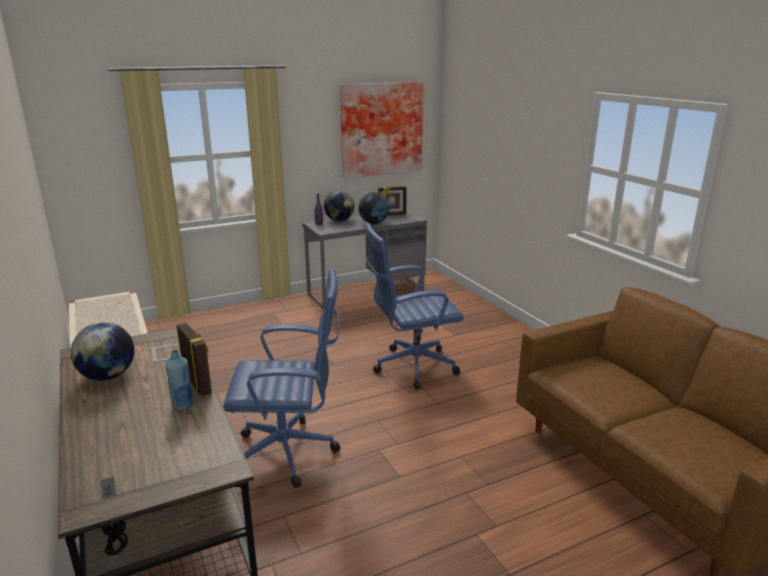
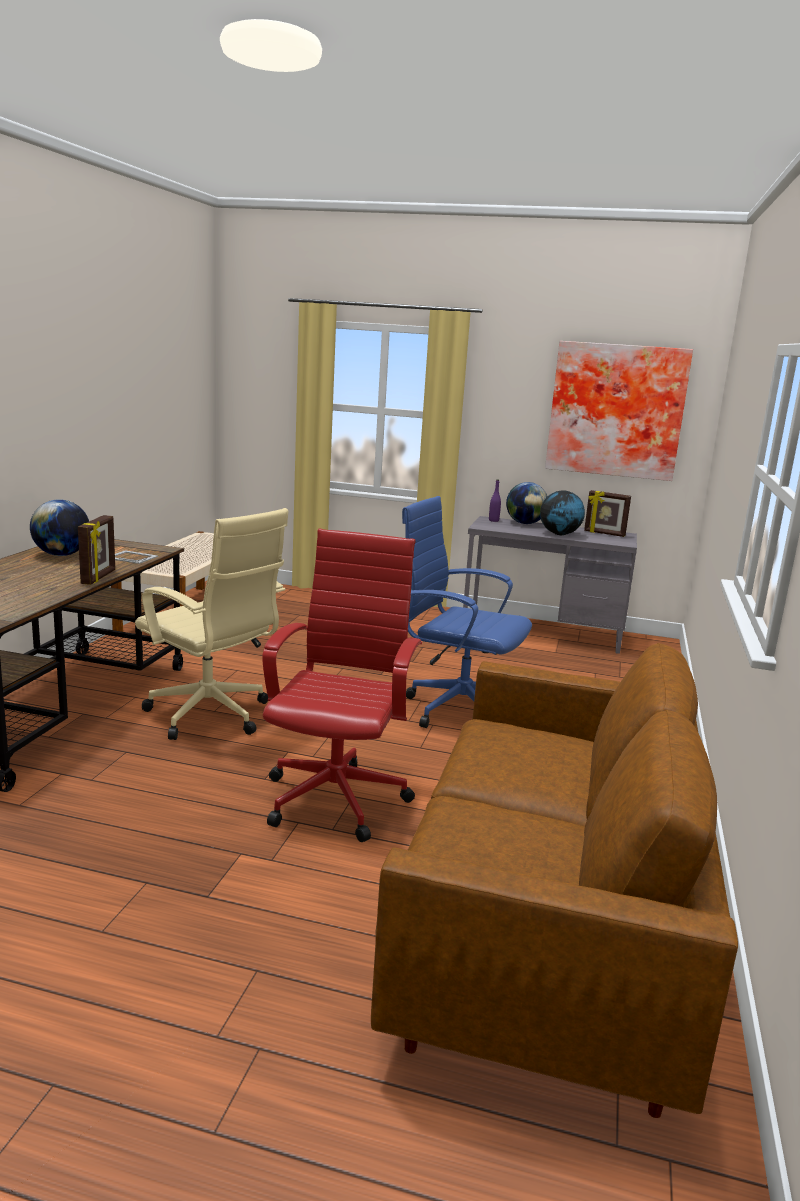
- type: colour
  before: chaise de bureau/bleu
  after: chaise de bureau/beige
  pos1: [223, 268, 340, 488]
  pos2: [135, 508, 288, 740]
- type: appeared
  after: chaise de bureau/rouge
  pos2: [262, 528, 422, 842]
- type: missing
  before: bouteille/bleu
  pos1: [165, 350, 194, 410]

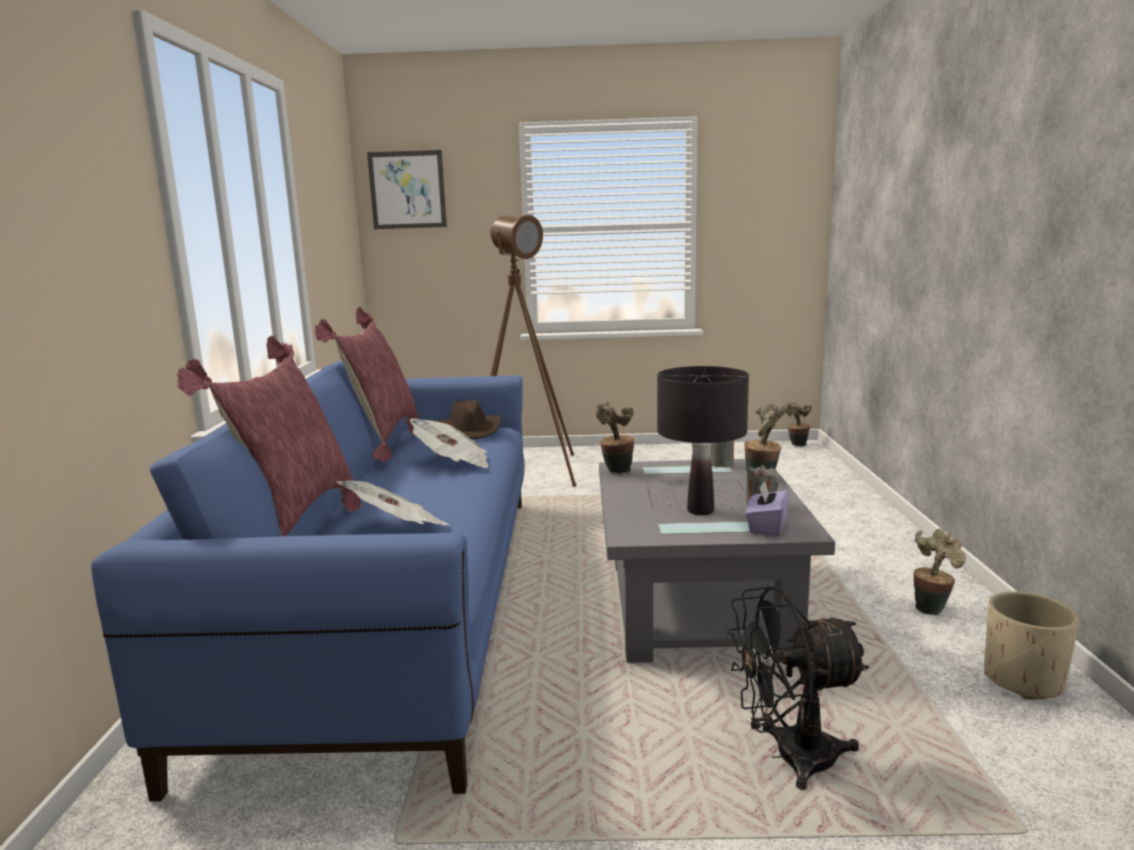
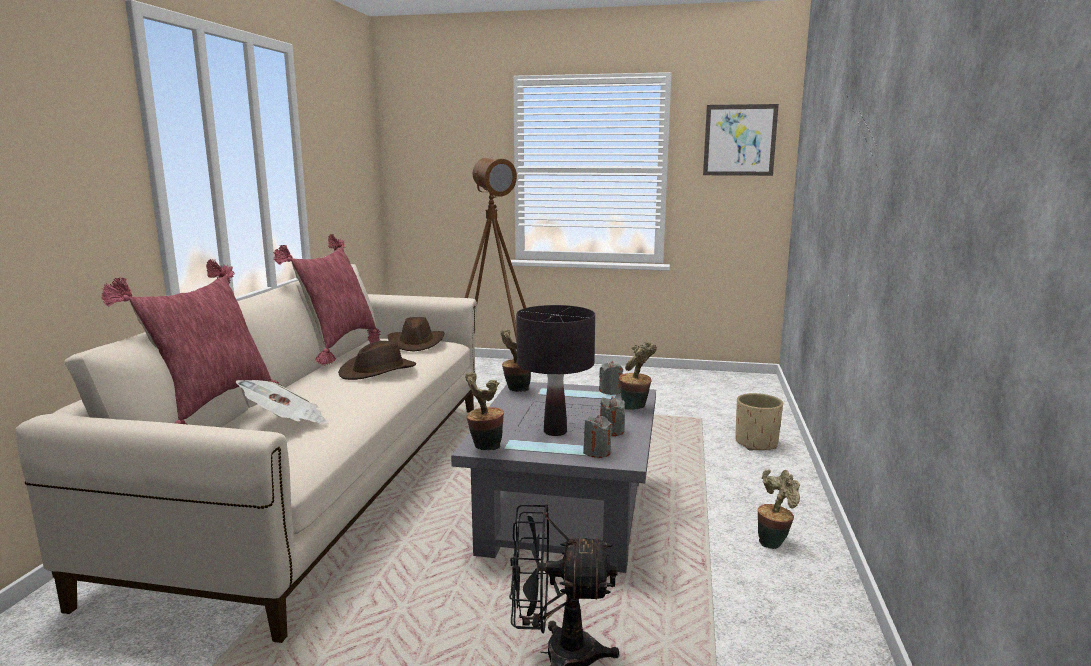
- type: colour
  before: canapé/bleu
  after: canapé/beige
  pos1: [91, 360, 525, 801]
  pos2: [15, 264, 477, 643]
- type: exchanged
  before: journal
  after: chapeau/marron
  pos1: [410, 419, 488, 468]
  pos2: [338, 341, 417, 380]
- type: relocated
  before: plante en pot
  pos1: [785, 402, 812, 446]
  pos2: [465, 372, 504, 451]
- type: exchanged
  before: boîte à mouchoirs/violet
  after: bougie/gris
  pos1: [745, 480, 790, 537]
  pos2: [583, 415, 613, 458]
- type: relocated
  before: tableau
  pos1: [367, 150, 447, 229]
  pos2: [703, 104, 779, 176]
- type: relocated
  before: cache-pot/beige
  pos1: [984, 591, 1079, 700]
  pos2: [735, 393, 783, 450]

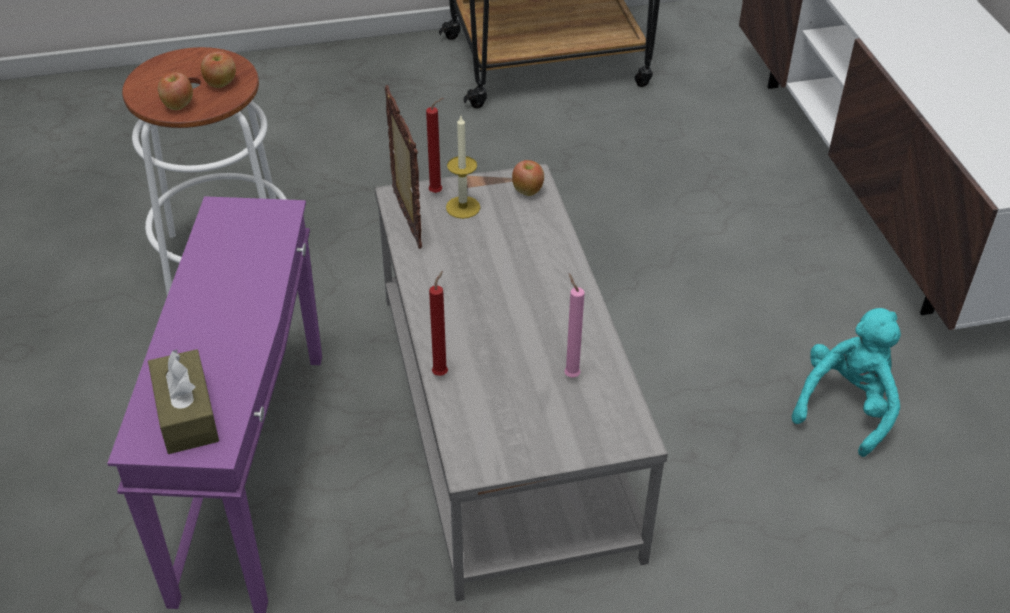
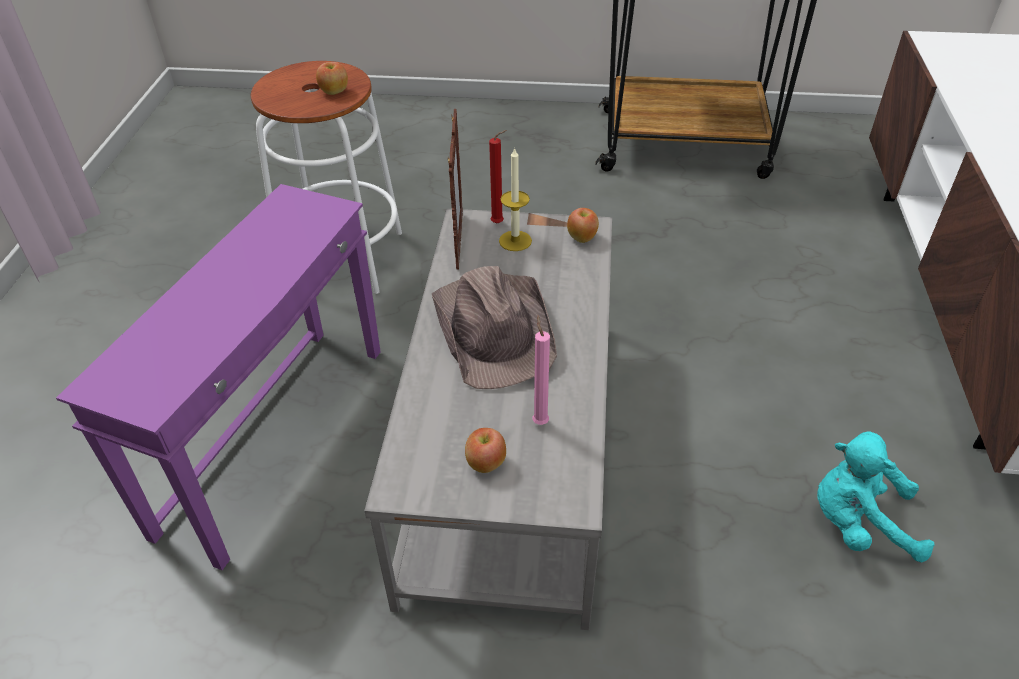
- type: appeared
  after: chapeau/marron
  pos2: [432, 266, 557, 389]
- type: relocated
  before: pomme
  pos1: [158, 73, 193, 110]
  pos2: [465, 428, 506, 473]
- type: spun
  before: peluche/turquoise
  pos1: [792, 308, 901, 457]
  pos2: [817, 431, 934, 563]
  turn: -135
- type: missing
  before: boîte à mouchoirs/marron
  pos1: [148, 349, 219, 454]
- type: missing
  before: bougie/rouge
  pos1: [429, 271, 448, 376]

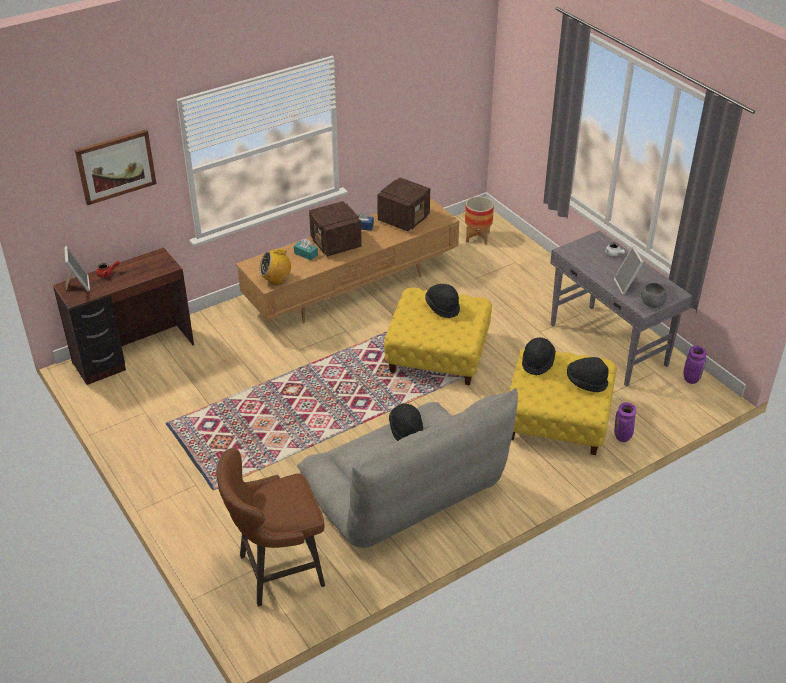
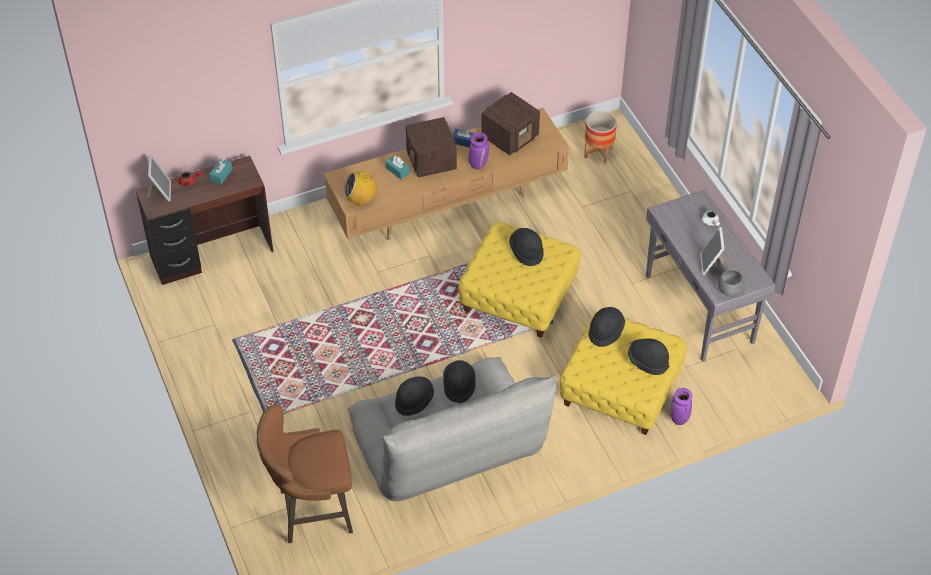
- type: appeared
  after: boîte à mouchoirs/turquoise
  pos2: [209, 159, 232, 185]
- type: appeared
  after: chapeau/noir
  pos2: [395, 376, 434, 416]
- type: relocated
  before: vase/violet
  pos1: [683, 346, 706, 384]
  pos2: [469, 132, 489, 169]
- type: missing
  before: tableau
  pos1: [75, 130, 157, 205]

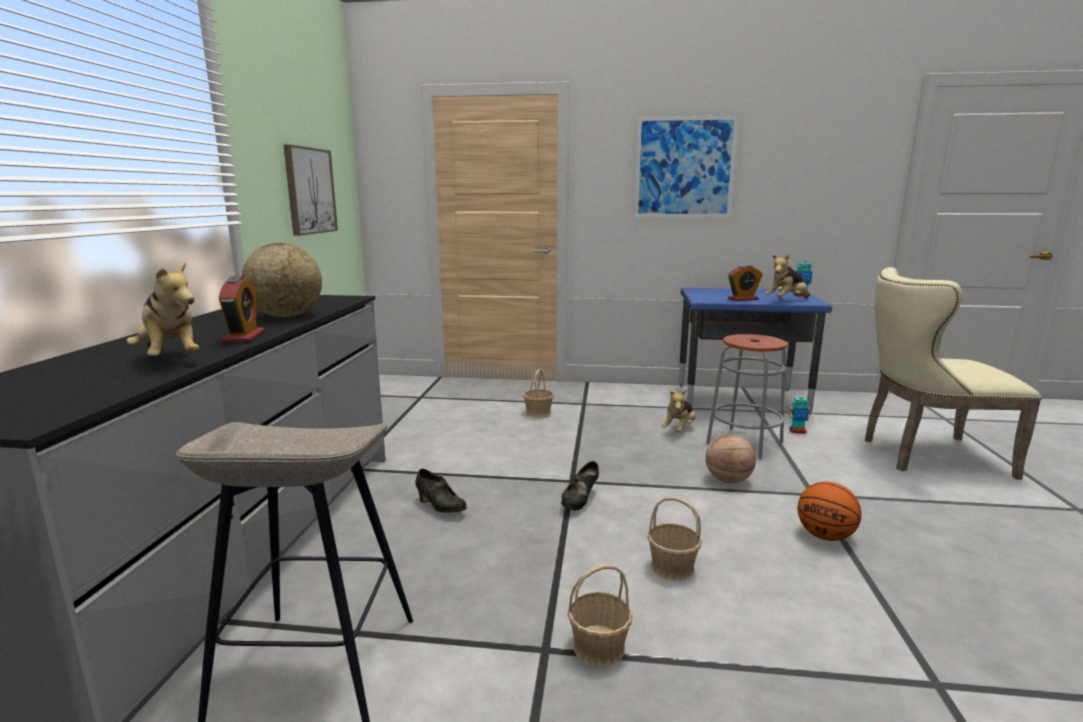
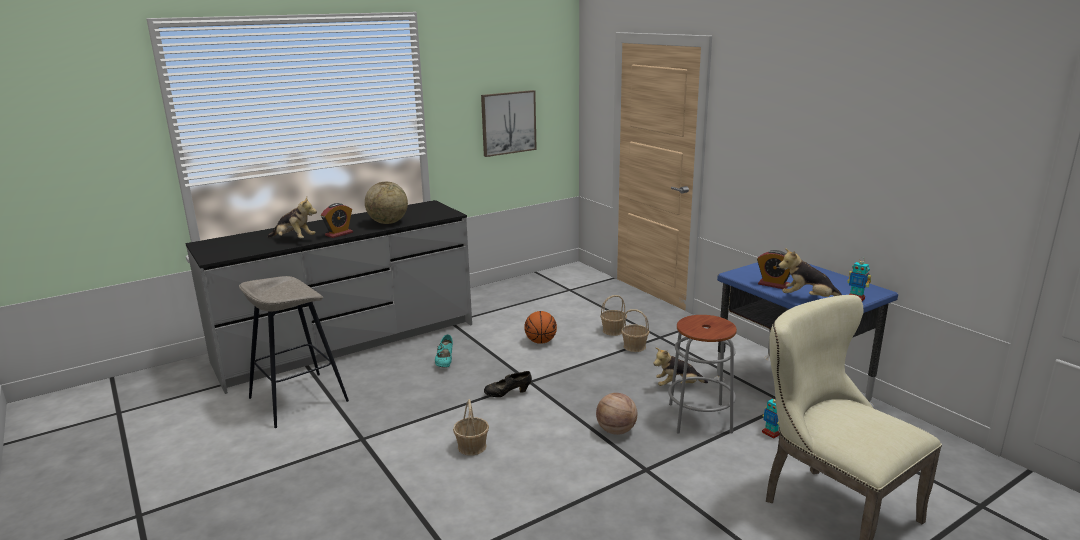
- type: spun
  before: peluche
  pos1: [127, 262, 199, 356]
  pos2: [268, 197, 317, 238]
  turn: -75
- type: colour
  before: chaussure/noir
  after: chaussure/turquoise
  pos1: [415, 469, 467, 513]
  pos2: [435, 334, 453, 368]
- type: relocated
  before: ballon de basket
  pos1: [797, 481, 862, 541]
  pos2: [524, 311, 557, 344]
- type: relocated
  before: panier
  pos1: [567, 564, 633, 667]
  pos2: [621, 309, 649, 352]
- type: missing
  before: tableau
  pos1: [634, 115, 739, 218]

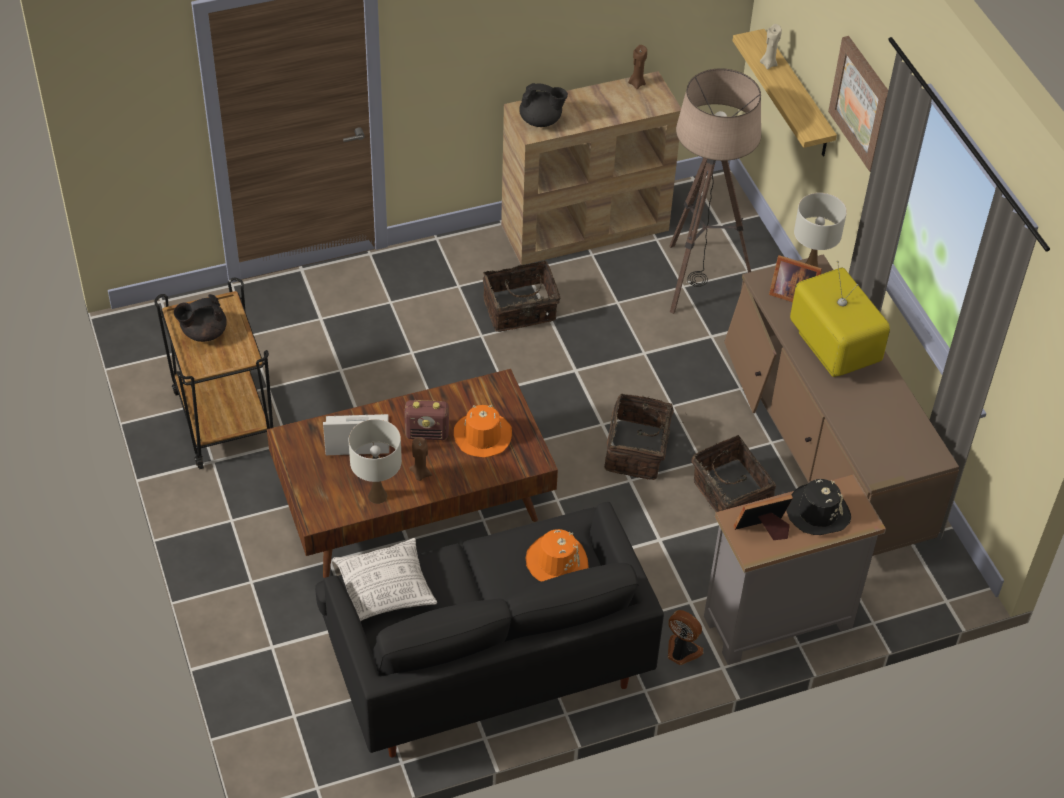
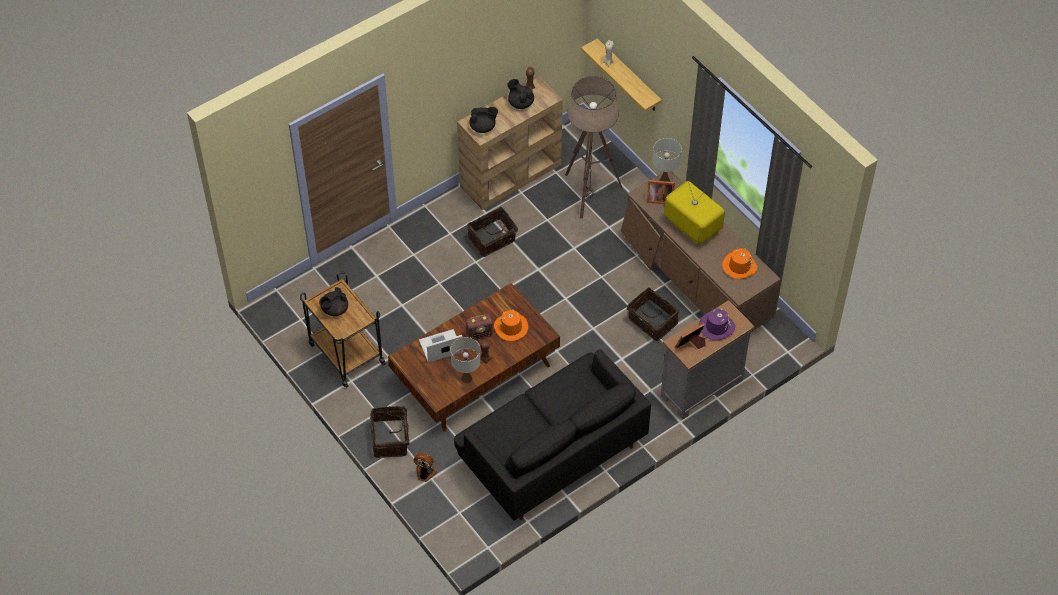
- type: relocated
  before: panier
  pos1: [604, 393, 683, 480]
  pos2: [370, 406, 415, 458]
- type: relocated
  before: ventilateur
  pos1: [668, 610, 703, 665]
  pos2: [414, 453, 437, 482]
- type: appeared
  after: théière/noir
  pos2: [507, 79, 534, 109]
- type: colour
  before: chapeau/noir
  after: chapeau/violet
  pos1: [786, 479, 851, 535]
  pos2: [699, 309, 735, 340]
- type: relocated
  before: chapeau/orange
  pos1: [526, 529, 589, 582]
  pos2: [722, 248, 757, 279]
- type: missing
  before: coussin
  pos1: [333, 538, 437, 621]
- type: missing
  before: tableau
  pos1: [828, 36, 888, 172]

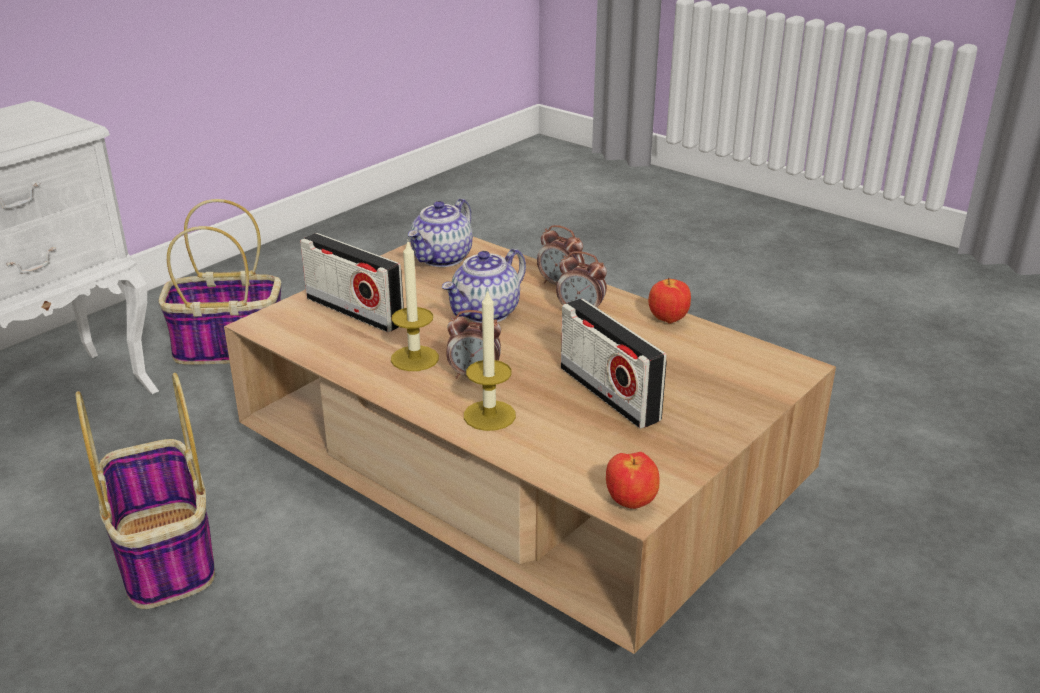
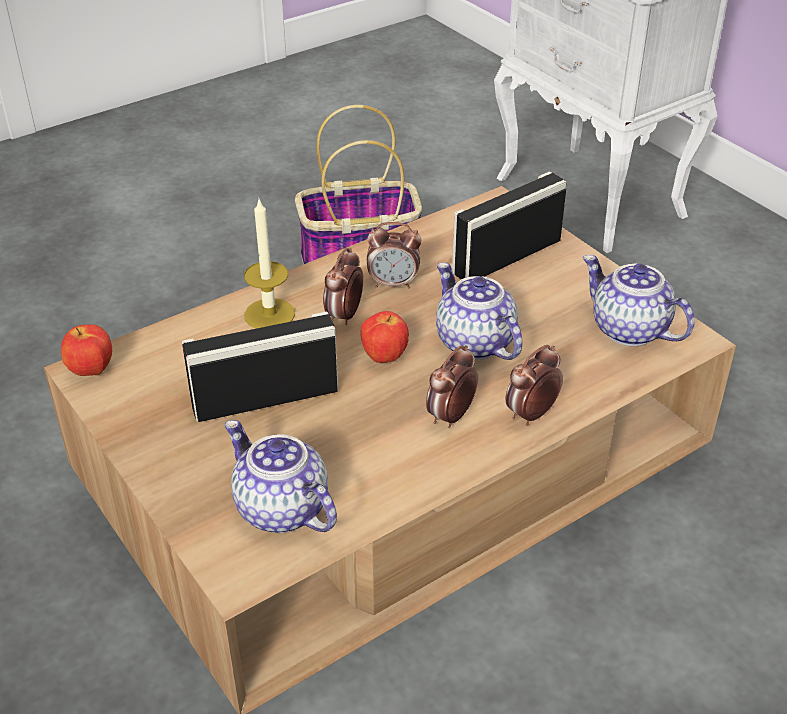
- type: appeared
  after: théière
  pos2: [225, 420, 337, 533]
- type: relocated
  before: pomme
  pos1: [648, 278, 691, 324]
  pos2: [361, 311, 409, 363]
- type: exchanged
  before: bougie
  after: réveil
  pos1: [391, 239, 439, 371]
  pos2: [367, 222, 421, 289]
- type: missing
  before: panier
  pos1: [159, 199, 281, 365]

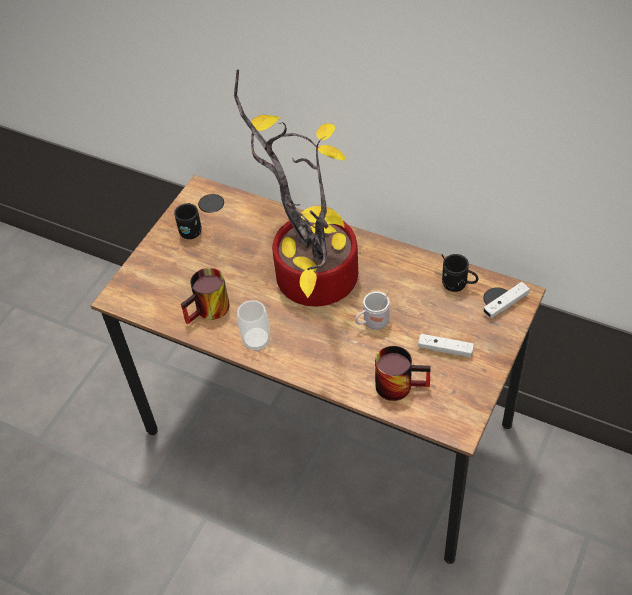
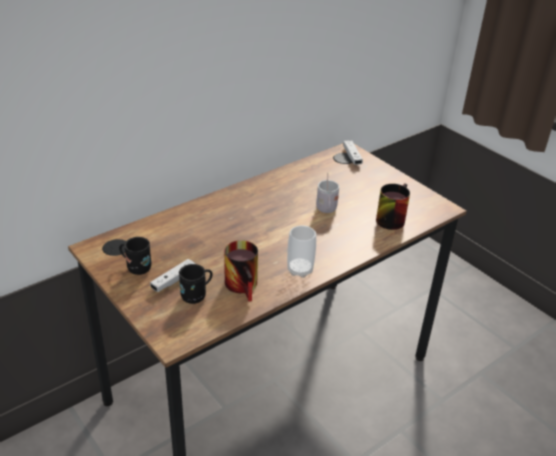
- type: relocated
  before: manette/blanc
  pos1: [418, 334, 474, 357]
  pos2: [150, 259, 196, 292]
- type: relocated
  before: mug/noir
  pos1: [441, 254, 478, 292]
  pos2: [179, 264, 213, 304]
- type: missing
  before: plante en pot
  pos1: [234, 69, 358, 307]

